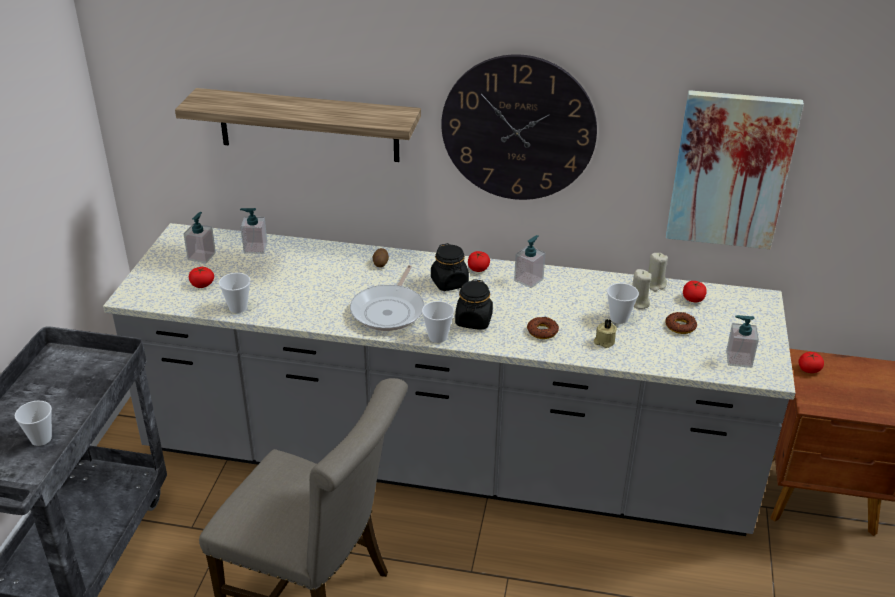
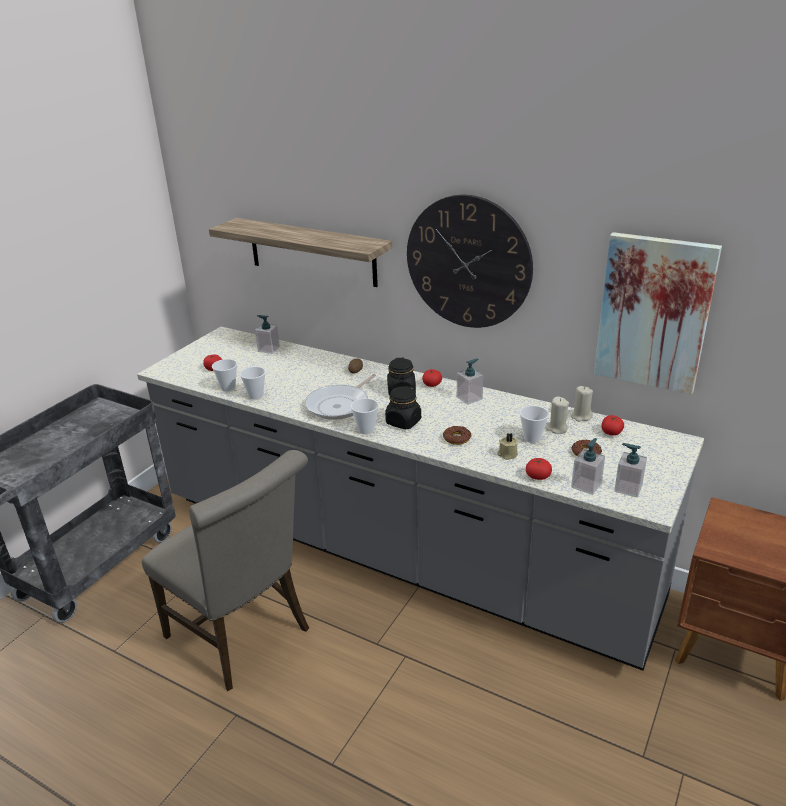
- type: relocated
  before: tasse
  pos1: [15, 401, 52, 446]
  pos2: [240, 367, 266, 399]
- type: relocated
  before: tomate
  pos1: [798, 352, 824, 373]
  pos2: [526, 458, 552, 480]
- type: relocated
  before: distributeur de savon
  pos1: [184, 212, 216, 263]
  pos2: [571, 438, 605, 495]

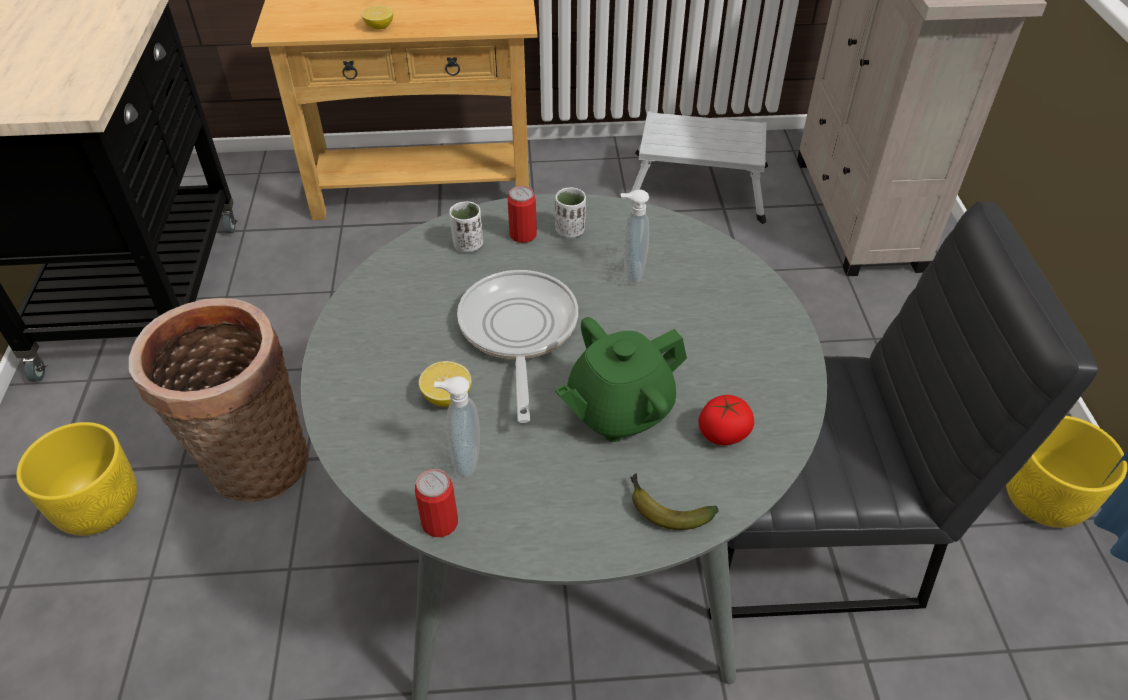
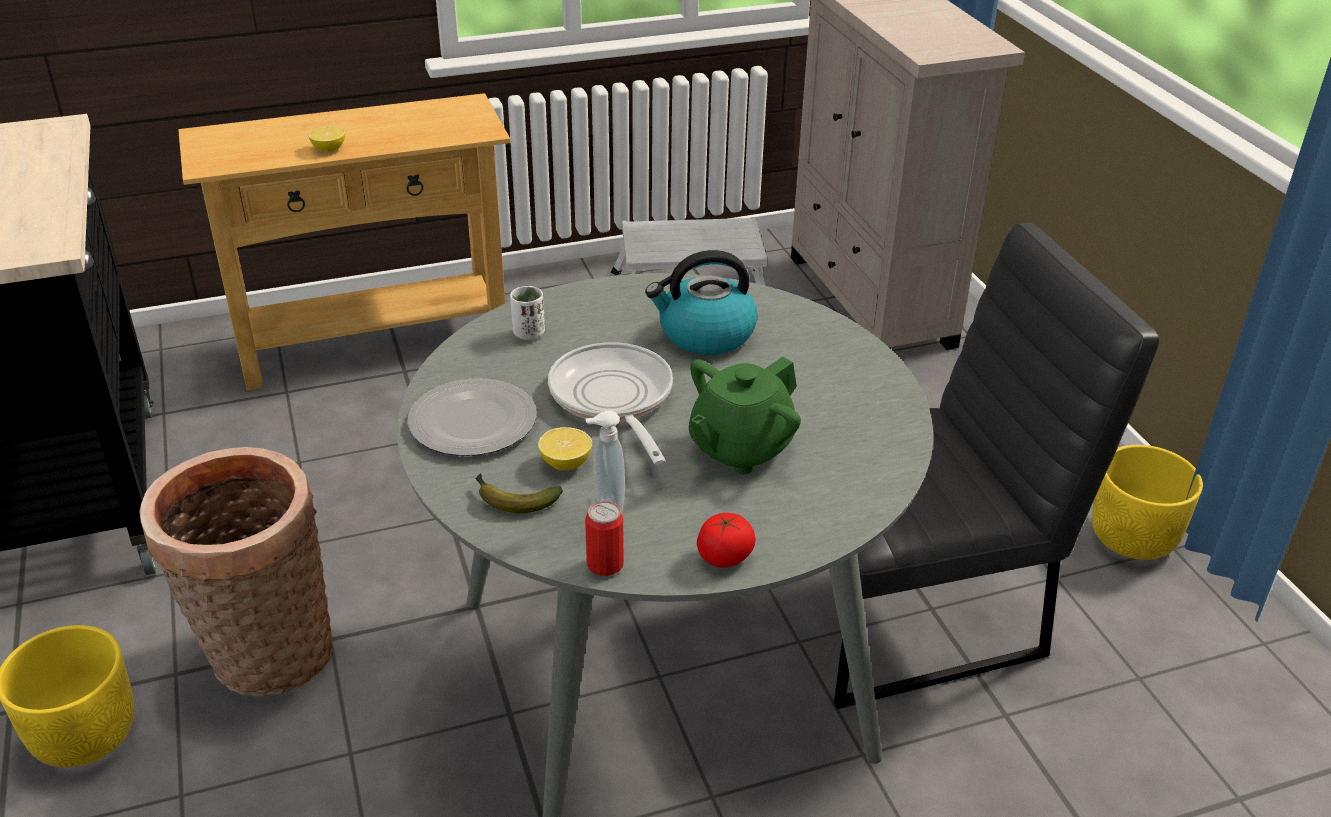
- type: appeared
  after: assiette
  pos2: [407, 378, 536, 456]
- type: relocated
  before: banane
  pos1: [630, 474, 719, 530]
  pos2: [475, 474, 563, 513]
- type: exchanged
  before: distributeur de savon
  after: bouilloire
  pos1: [621, 189, 649, 283]
  pos2: [645, 250, 758, 355]
- type: relocated
  before: tomate
  pos1: [699, 395, 754, 445]
  pos2: [697, 513, 756, 568]
- type: missing
  before: boîte métallique
  pos1: [508, 186, 537, 243]
- type: missing
  before: tasse/blanc
  pos1: [555, 188, 586, 238]

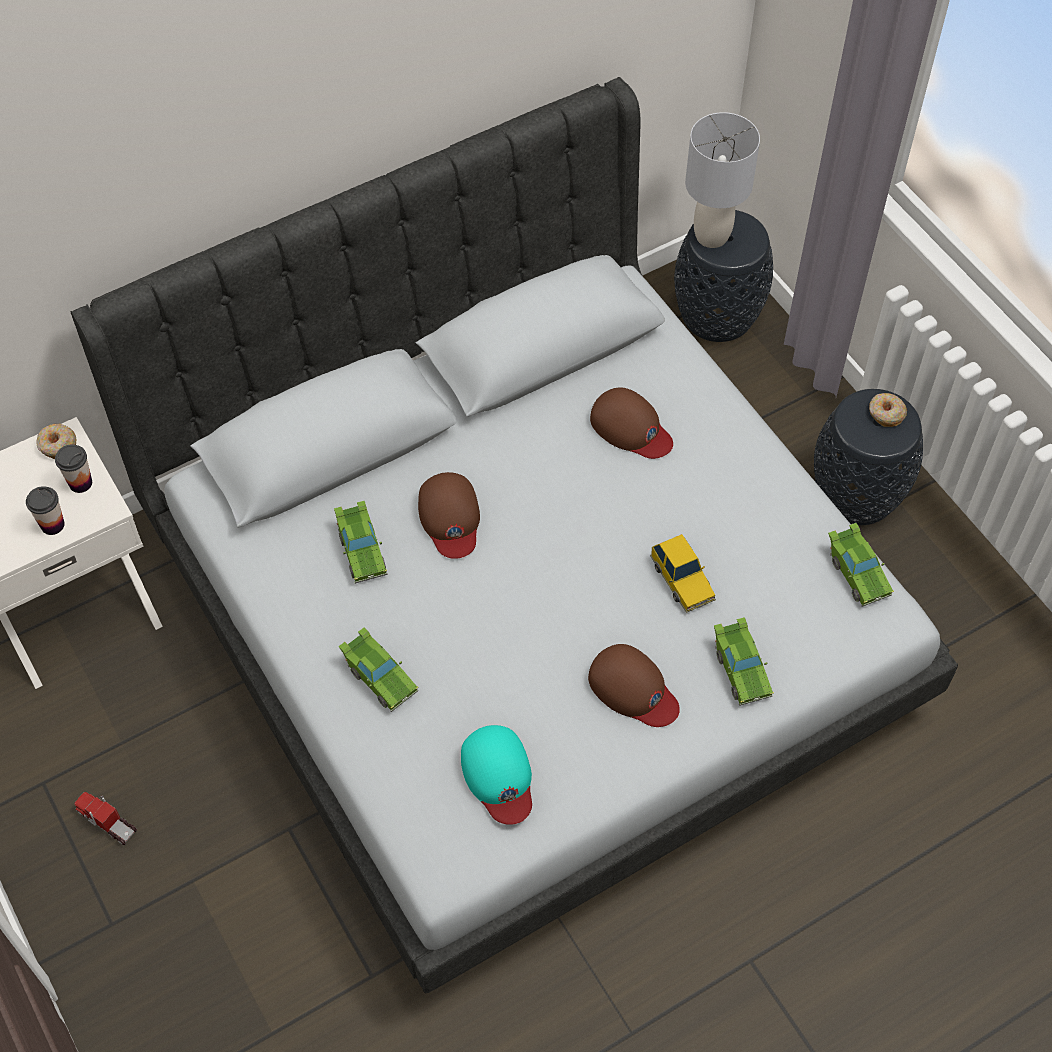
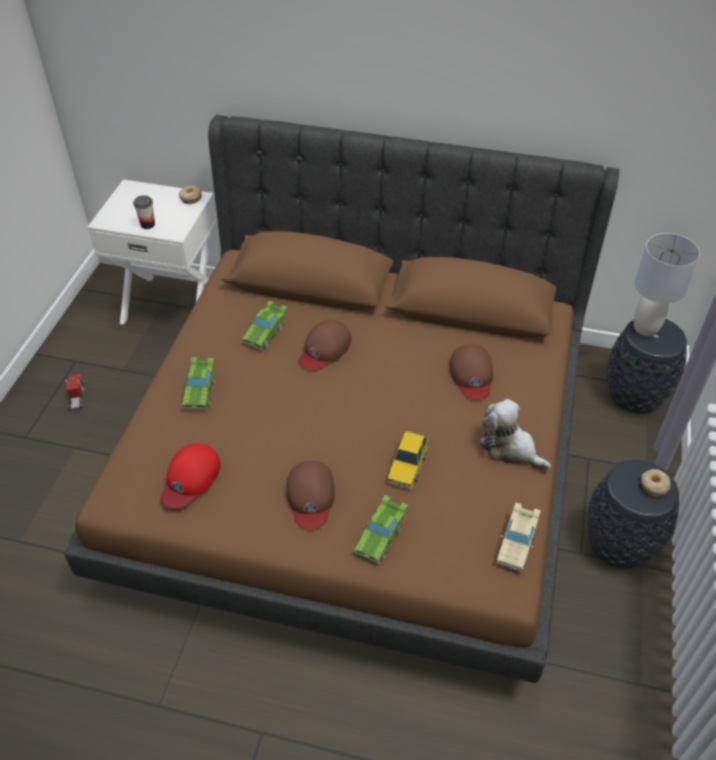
- type: colour
  before: lit/gris
  after: lit/marron
  pos1: [71, 77, 958, 994]
  pos2: [64, 114, 619, 683]
- type: colour
  before: casquette/turquoise
  after: casquette/rouge
  pos1: [461, 725, 532, 825]
  pos2: [161, 443, 221, 508]
- type: appeared
  after: peluche
  pos2: [480, 399, 551, 470]
- type: colour
  before: petite voiture/vert
  after: petite voiture/beige
  pos1: [828, 523, 894, 607]
  pos2: [496, 503, 541, 573]
- type: missing
  before: tasse
  pos1: [55, 444, 92, 493]

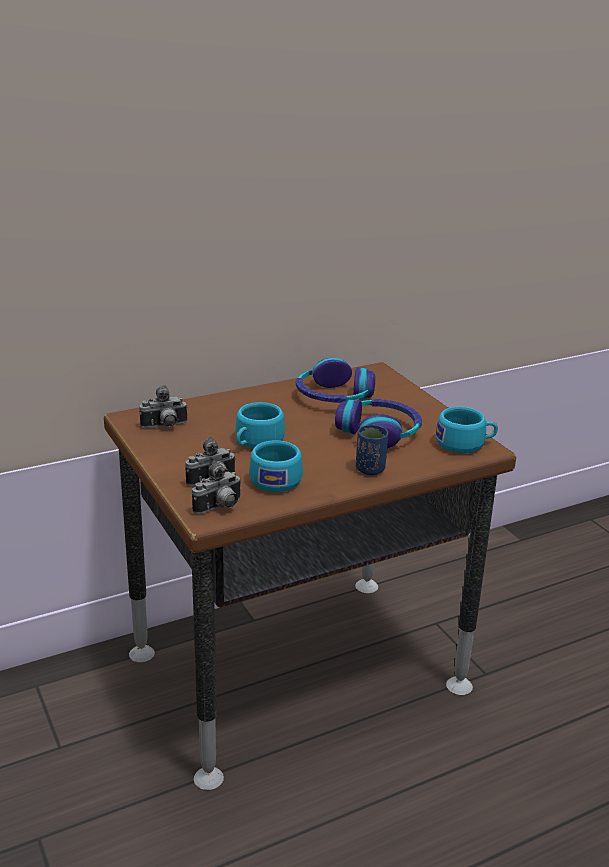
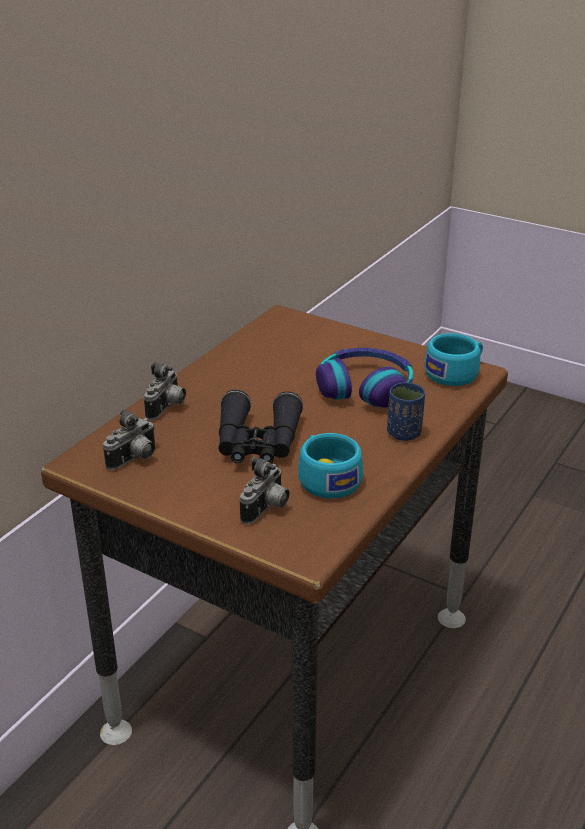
- type: relocated
  before: appareil photo
  pos1: [192, 461, 242, 514]
  pos2: [144, 362, 186, 420]
- type: exchanged
  before: tasse/turquoise
  after: jumelles/noir
  pos1: [236, 402, 285, 448]
  pos2: [218, 390, 303, 463]
- type: missing
  before: casque audio
  pos1: [296, 358, 375, 403]

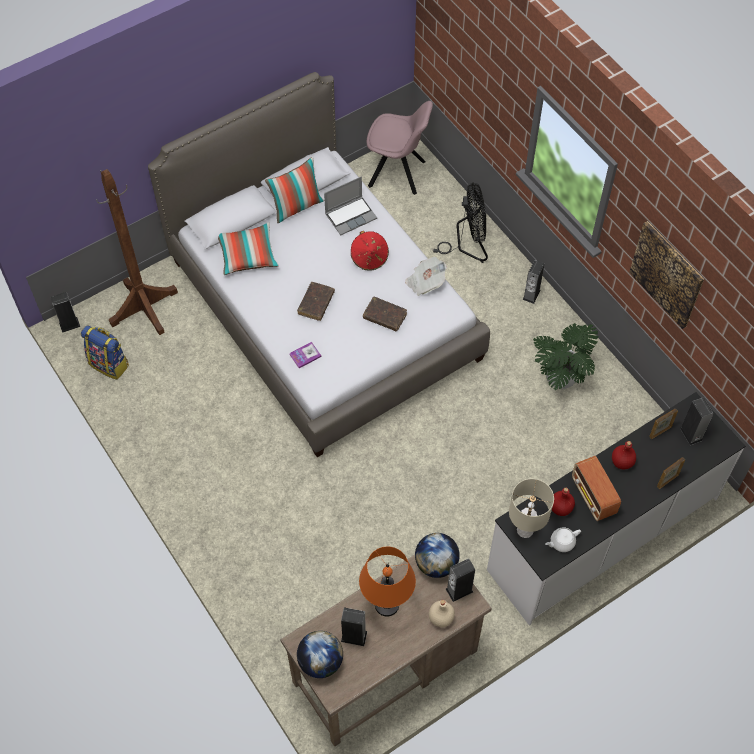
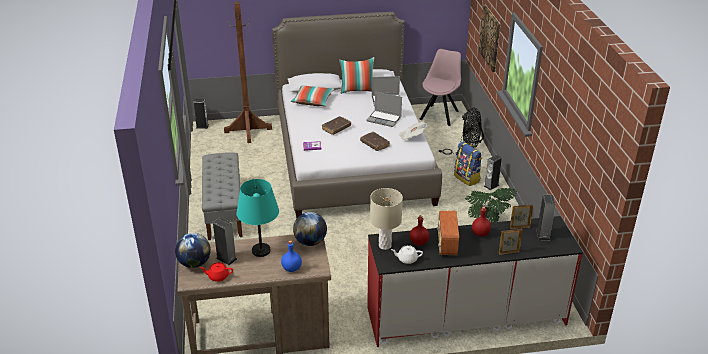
- type: appeared
  after: théière/rouge
  pos2: [200, 262, 233, 282]
- type: appeared
  after: banc/gris
  pos2: [202, 152, 243, 240]
- type: colour
  before: lampe de table/orange
  after: lampe de table/turquoise
  pos1: [359, 547, 416, 617]
  pos2: [236, 179, 279, 257]
- type: colour
  before: bouteille/beige
  after: bouteille/bleu
  pos1: [429, 600, 455, 627]
  pos2: [281, 240, 302, 272]
- type: exchanged
  before: chapeau/rouge
  after: ordinateur portable
  pos1: [351, 231, 389, 271]
  pos2: [366, 91, 402, 127]
- type: colour
  before: commode/blanc
  after: commode/rouge
  pos1: [487, 392, 745, 626]
  pos2: [367, 216, 583, 347]
- type: spun
  before: chaise/rose
  pos1: [366, 101, 433, 195]
  pos2: [420, 49, 461, 126]
  turn: -105
- type: relocated
  before: sac à dos
  pos1: [81, 326, 129, 380]
  pos2: [454, 141, 482, 186]
- type: relocated
  before: tableau
  pos1: [629, 221, 704, 329]
  pos2: [478, 5, 501, 72]
- type: missing
  before: enceinte
  pos1: [446, 558, 475, 602]

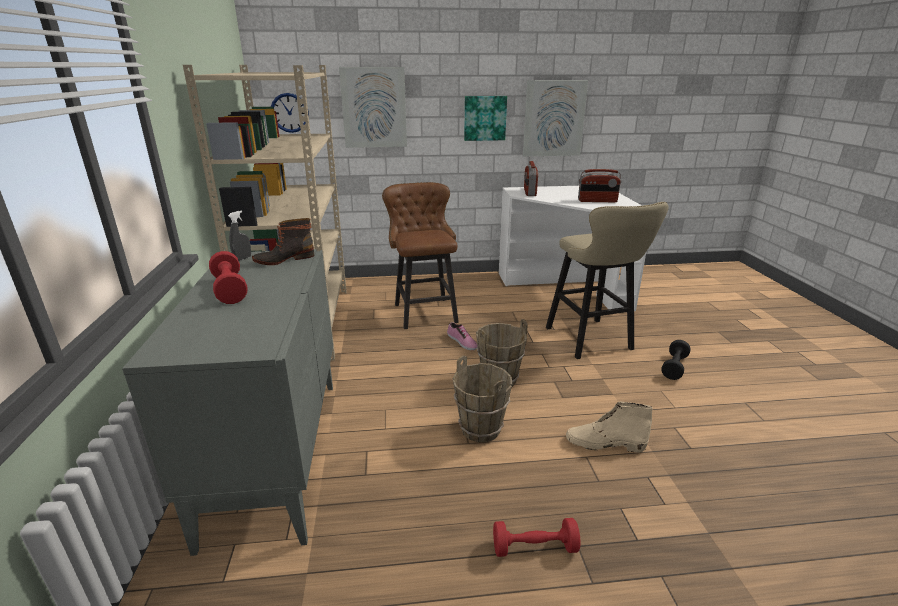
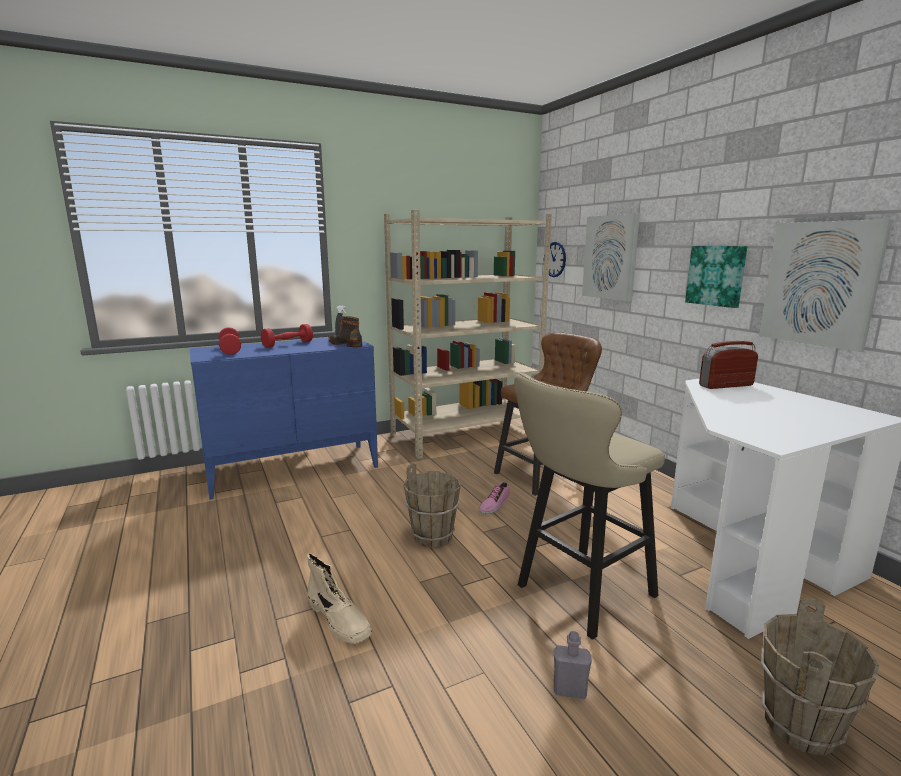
- type: colour
  before: meuble de rangement/gris
  after: meuble de rangement/bleu
  pos1: [122, 249, 333, 556]
  pos2: [190, 338, 378, 500]
- type: relocated
  before: haltère/rouge
  pos1: [493, 518, 581, 557]
  pos2: [219, 327, 241, 355]
- type: spun
  before: botte/beige
  pos1: [566, 402, 653, 452]
  pos2: [307, 553, 372, 644]
  turn: 150
- type: exchanged
  before: haltère/noir
  after: bouteille/gris
  pos1: [661, 340, 690, 380]
  pos2: [554, 631, 592, 699]
- type: relocated
  before: seau/marron
  pos1: [453, 356, 512, 442]
  pos2: [760, 598, 879, 756]
- type: missing
  before: radio
  pos1: [578, 169, 622, 202]

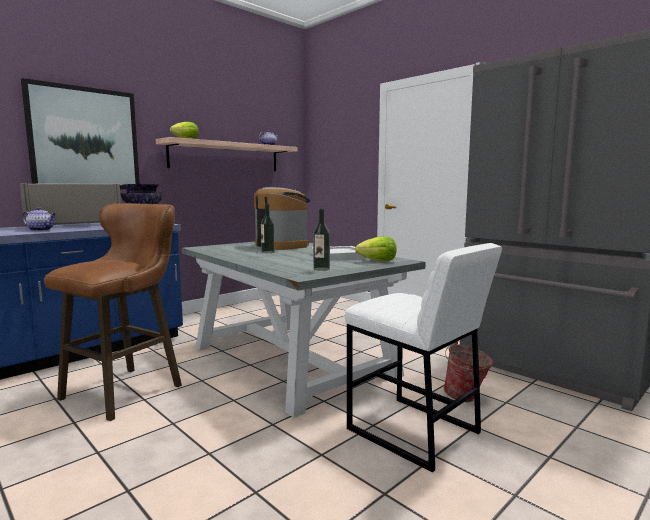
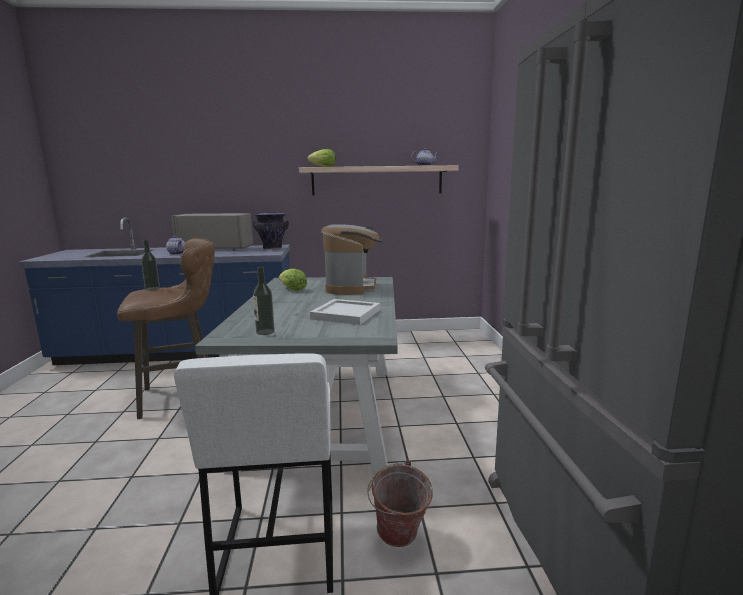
- type: relocated
  before: bouteille
  pos1: [261, 204, 275, 253]
  pos2: [141, 240, 160, 290]
- type: relocated
  before: laitue
  pos1: [355, 236, 397, 261]
  pos2: [279, 269, 307, 291]
- type: missing
  before: tableau
  pos1: [21, 78, 140, 189]

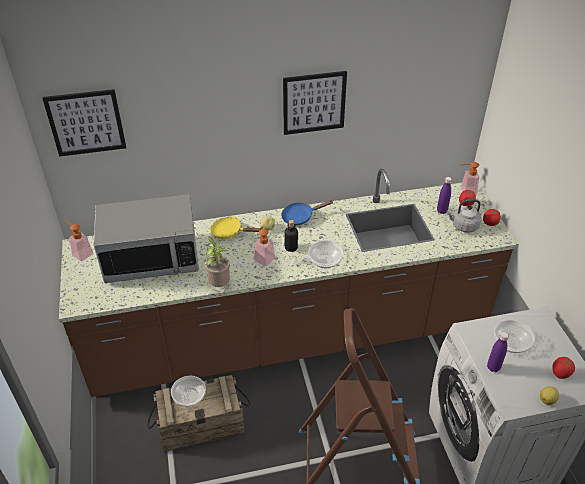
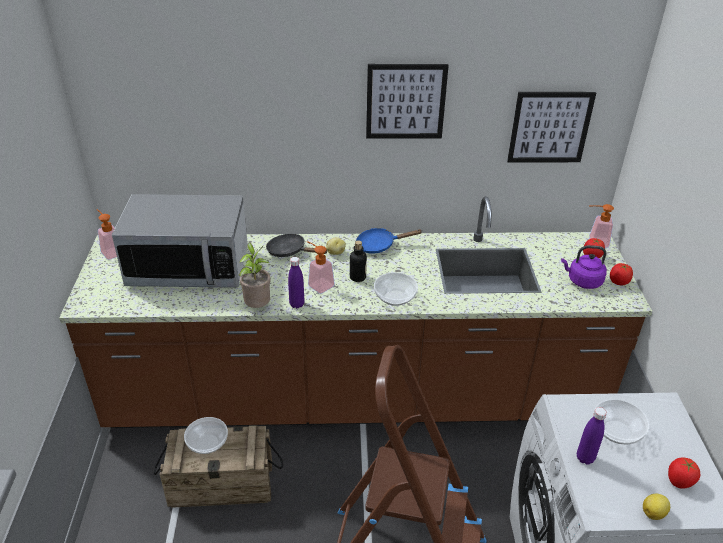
- type: colour
  before: poêle/jaune
  after: poêle/noir
  pos1: [210, 217, 263, 239]
  pos2: [266, 234, 327, 257]
- type: relocated
  before: bouteille/violet
  pos1: [437, 177, 452, 214]
  pos2: [288, 257, 305, 308]
- type: relocated
  before: tableau
  pos1: [42, 89, 126, 157]
  pos2: [507, 92, 596, 163]
- type: colour
  before: bouilloire/gris
  after: bouilloire/violet
  pos1: [446, 199, 482, 233]
  pos2: [561, 245, 607, 289]

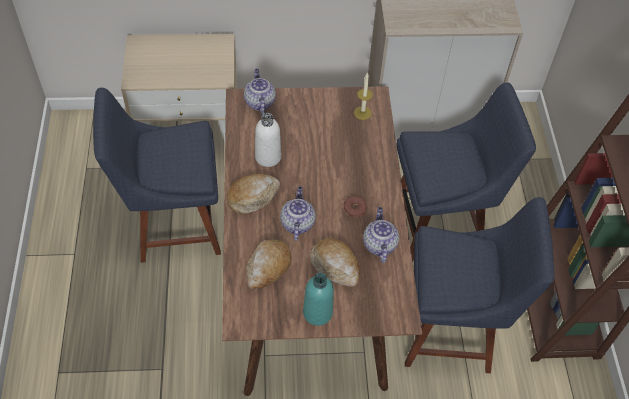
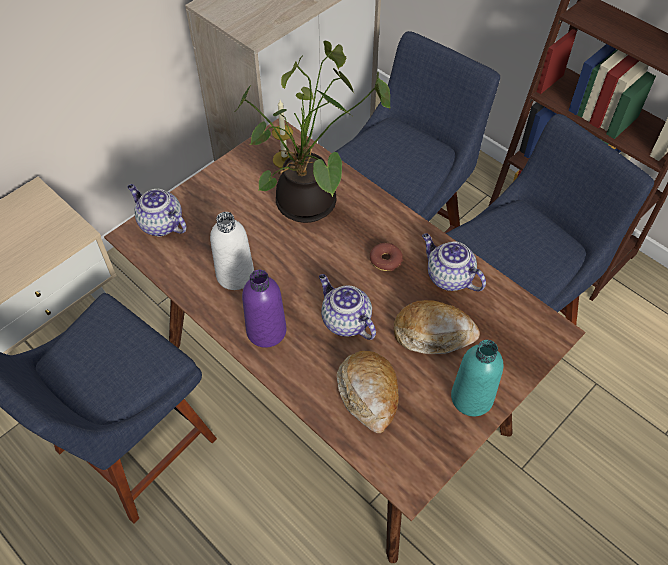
- type: appeared
  after: plante en pot
  pos2: [236, 41, 391, 223]
- type: exchanged
  before: pain
  after: bouteille/violet
  pos1: [226, 174, 280, 214]
  pos2: [242, 270, 287, 348]

